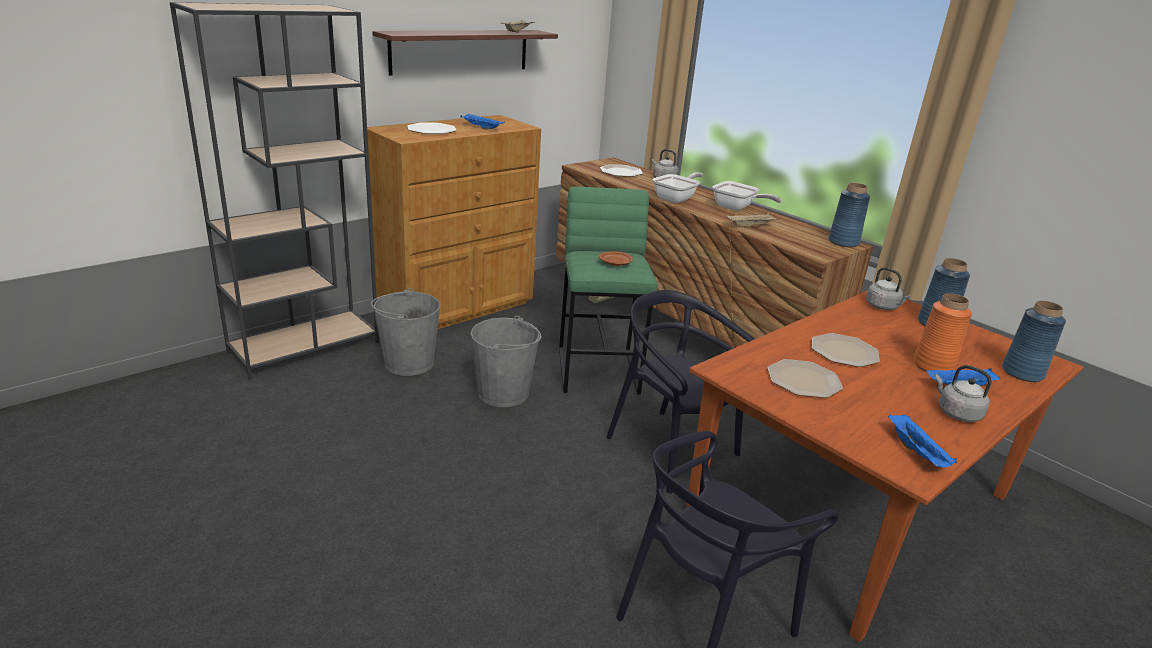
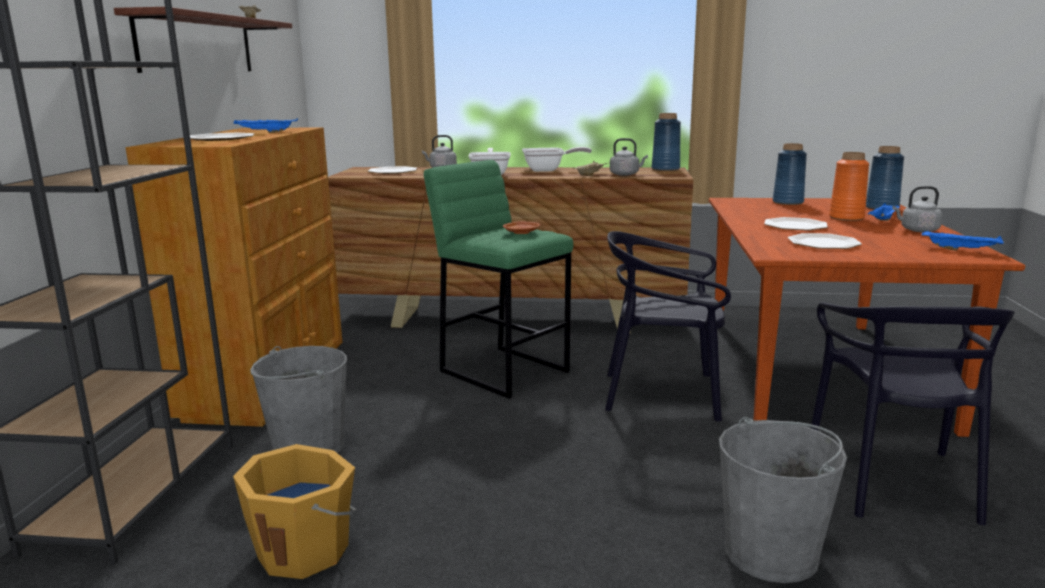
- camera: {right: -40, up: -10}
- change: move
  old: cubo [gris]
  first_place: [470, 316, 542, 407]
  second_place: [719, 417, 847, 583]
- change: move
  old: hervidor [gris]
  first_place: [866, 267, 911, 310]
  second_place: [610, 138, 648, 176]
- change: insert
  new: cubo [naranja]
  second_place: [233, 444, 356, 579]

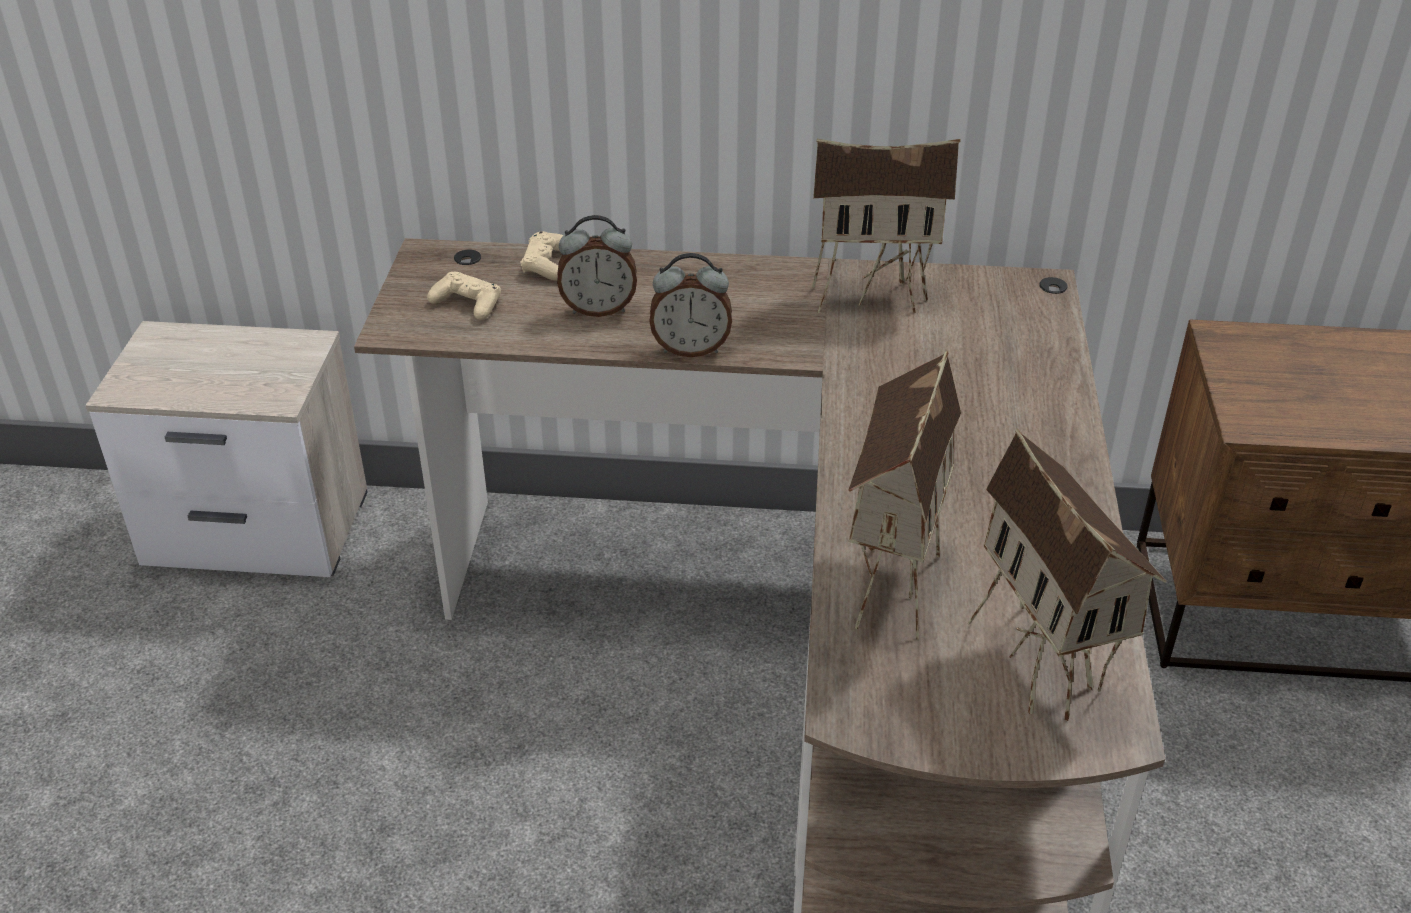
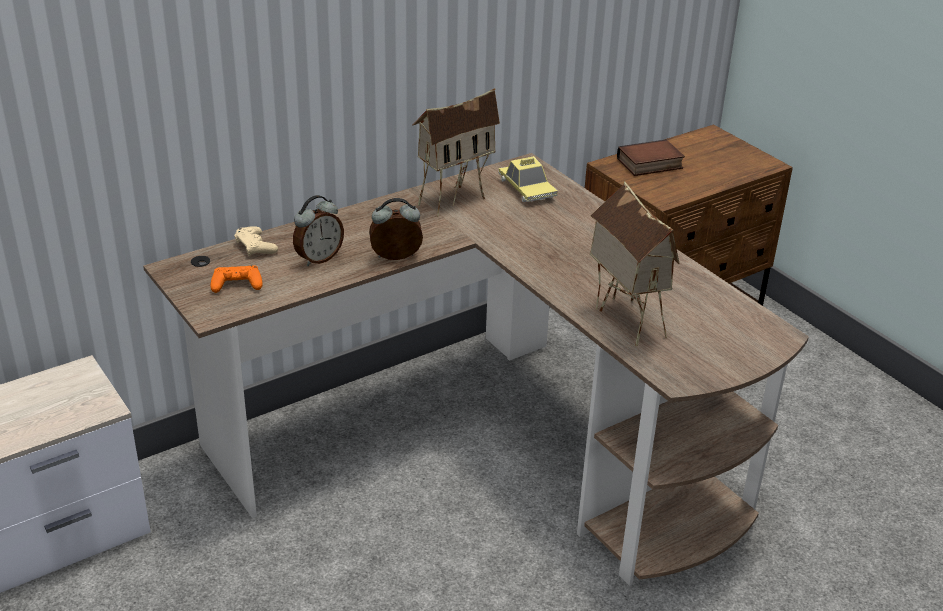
- camera: {right: -40, up: -5}
- change: recolor
  old: mando de consola [beis]
  new: mando de consola [naranja]
  first_place: [427, 272, 501, 320]
  second_place: [211, 265, 263, 293]
- change: rotate
  old: despertador
  first_place: [649, 253, 732, 357]
  second_place: [369, 198, 423, 260]
  degrees: -150
- change: delete
  old: casita
  first_place: [968, 428, 1167, 721]
- change: insert
  new: coche de juguete
  second_place: [499, 156, 558, 202]
- change: insert
  new: libro
  second_place: [617, 140, 685, 176]

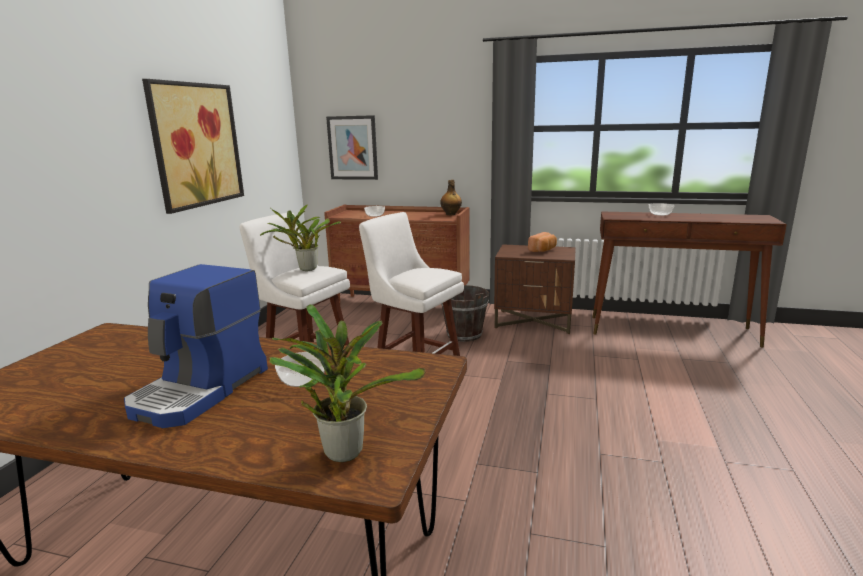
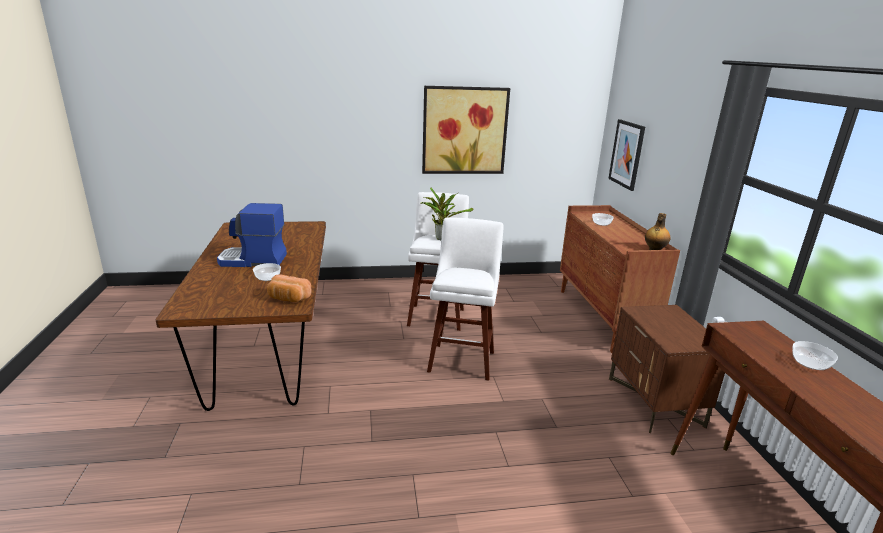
- camera: {right: 65, up: 5}
- change: delete
  old: planta en maceta
  first_place: [269, 304, 425, 462]
- change: delete
  old: cubo [marrón]
  first_place: [441, 285, 489, 342]
- change: move
  old: pan
  first_place: [528, 232, 557, 252]
  second_place: [267, 274, 312, 302]

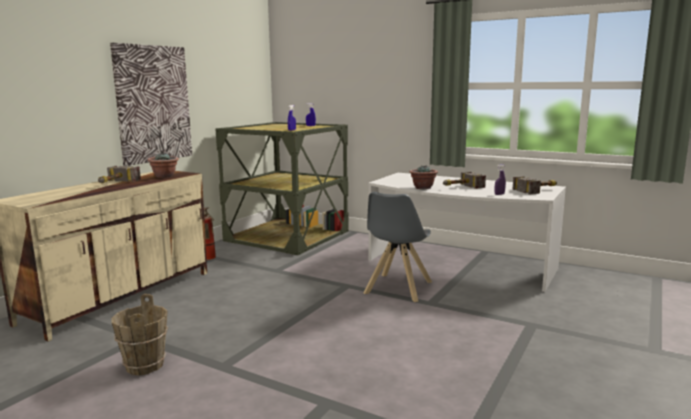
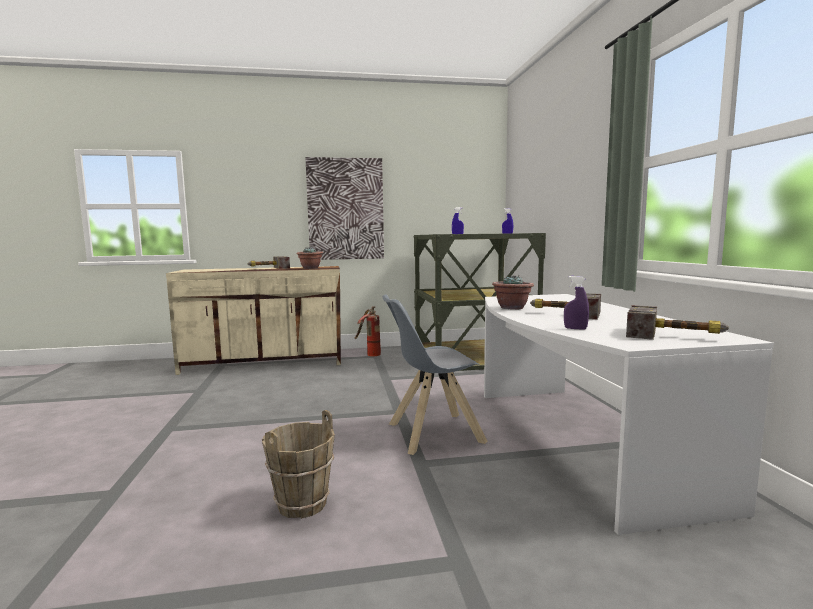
- camera: {right: 50, up: -5}
- change: move
  old: cubo [marrón]
  first_place: [111, 294, 168, 375]
  second_place: [262, 410, 335, 519]

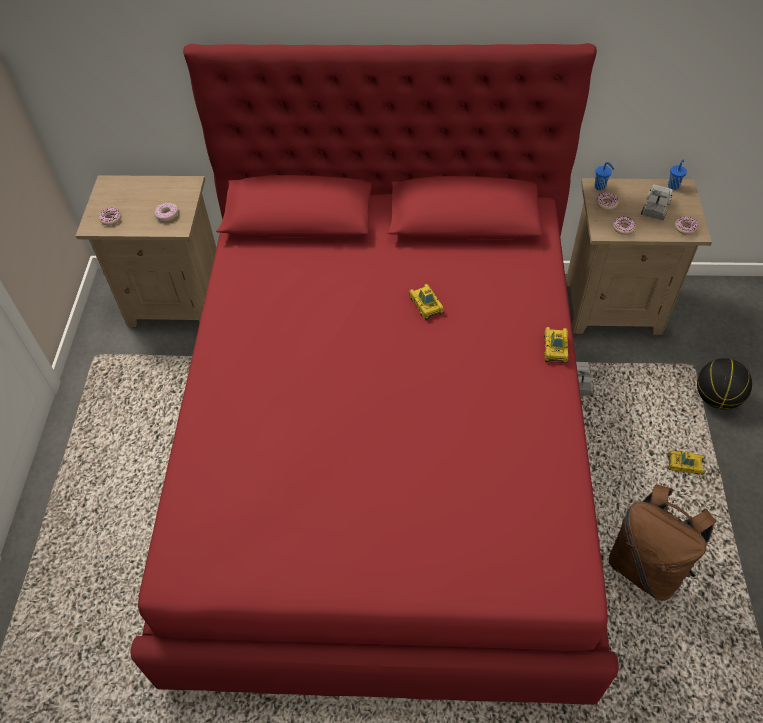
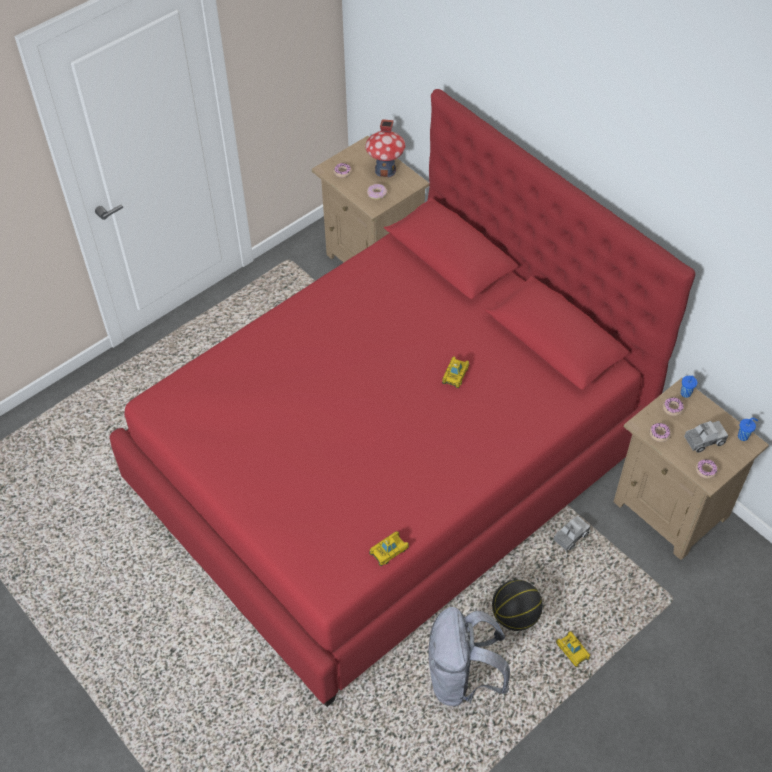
- camera: {right: 45, up: 0}
- change: move
  old: coche de juguete
  first_place: [544, 327, 569, 363]
  second_place: [369, 531, 409, 566]
- change: recolor
  old: mochila [marrón]
  new: mochila [gris]
  first_place: [608, 484, 716, 601]
  second_place: [429, 607, 510, 706]
- change: move
  old: balón de baloncesto
  first_place: [697, 358, 752, 410]
  second_place: [492, 580, 543, 631]
- change: insert
  new: casita
  second_place: [365, 119, 405, 178]

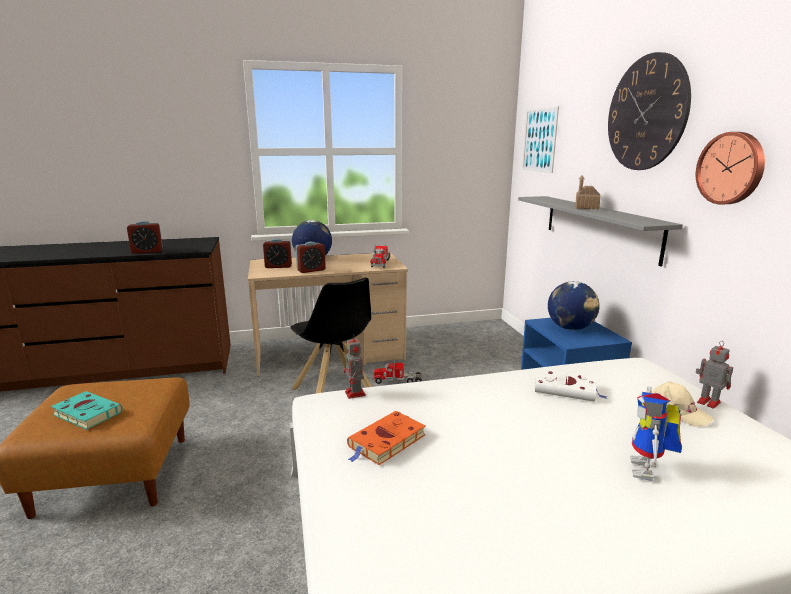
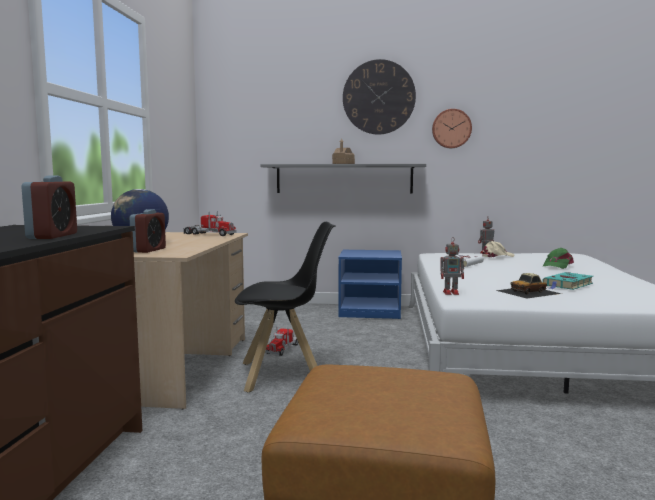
- camera: {right: -70, up: -10}
- change: move
  old: libro [turquesa]
  first_place: [51, 391, 123, 430]
  second_place: [542, 272, 593, 290]
- change: delete
  old: despertador
  first_place: [296, 242, 326, 273]
- change: replace
  old: libro [naranja]
  new: coche de juguete
  first_place: [347, 411, 426, 465]
  second_place: [496, 273, 562, 299]
- change: delete
  old: cuadro
  first_place: [522, 106, 559, 173]
- change: delete
  old: globo terráqueo
  first_place: [548, 281, 600, 330]
- change: replace
  old: robot de juguete
  new: gorra [verde]
  first_place: [630, 387, 682, 481]
  second_place: [543, 248, 574, 269]

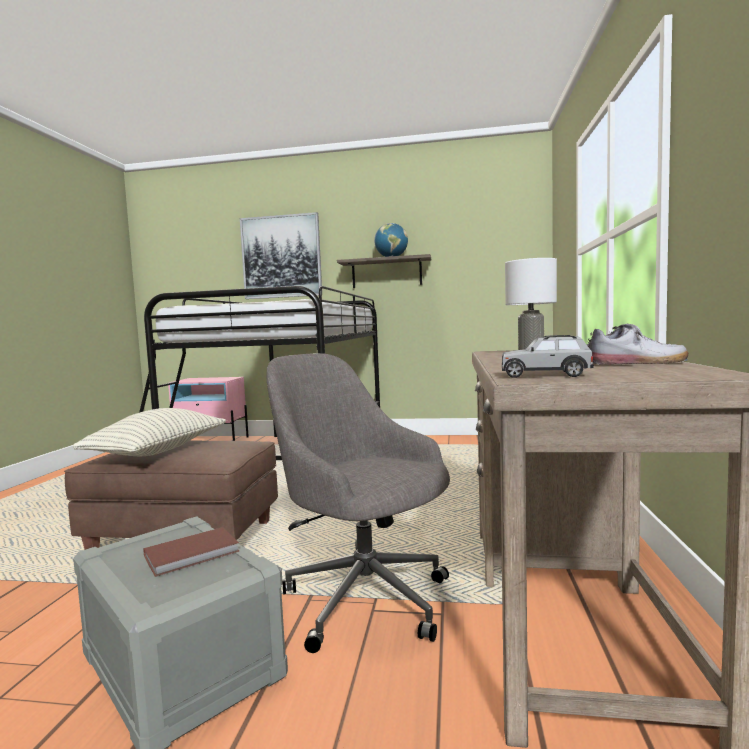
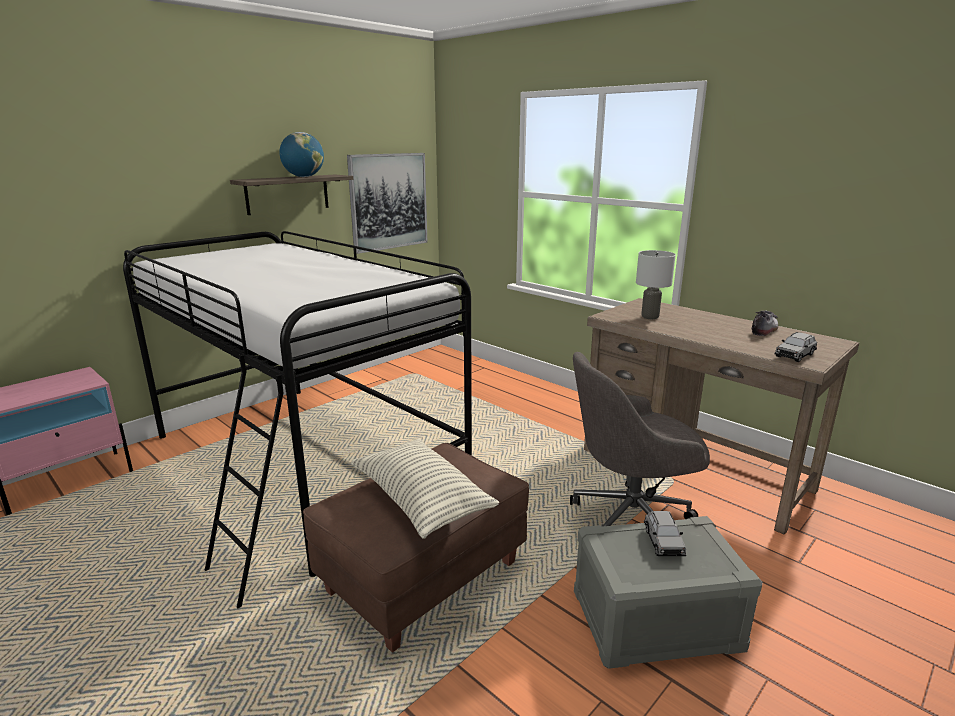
- camera: {right: -55, up: 15}
- change: replace
  old: libro [marrón]
  new: coche de juguete [gris]
  first_place: [143, 527, 239, 577]
  second_place: [644, 511, 686, 556]
- change: move
  old: cuadro
  first_place: [240, 212, 322, 299]
  second_place: [347, 153, 427, 254]

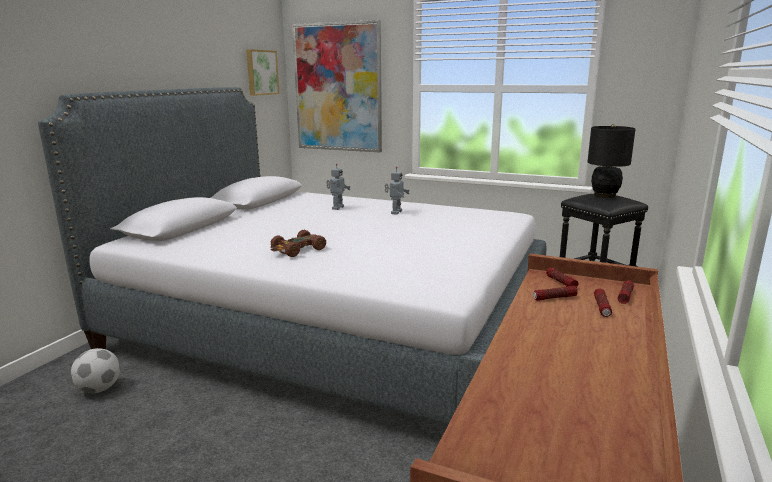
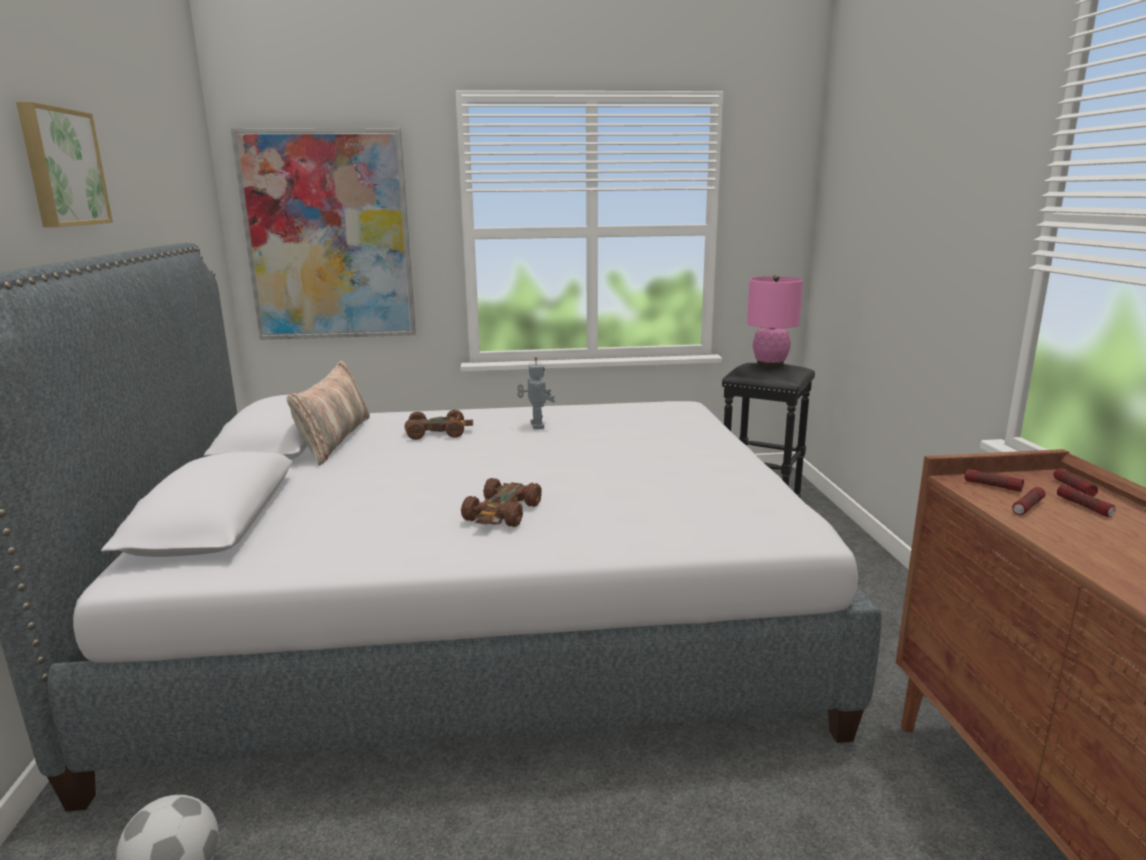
- camera: {right: -30, up: 0}
- change: move
  old: cuadro
  first_place: [246, 49, 279, 96]
  second_place: [16, 102, 113, 227]
- change: replace
  old: robot de juguete
  new: coche de juguete [marrón]
  first_place: [326, 164, 351, 210]
  second_place: [405, 410, 473, 440]
- change: recolor
  old: lámpara de mesa [negro]
  new: lámpara de mesa [rosa]
  first_place: [588, 124, 635, 198]
  second_place: [747, 275, 803, 368]
- change: insert
  new: cojín
  second_place: [286, 360, 370, 466]

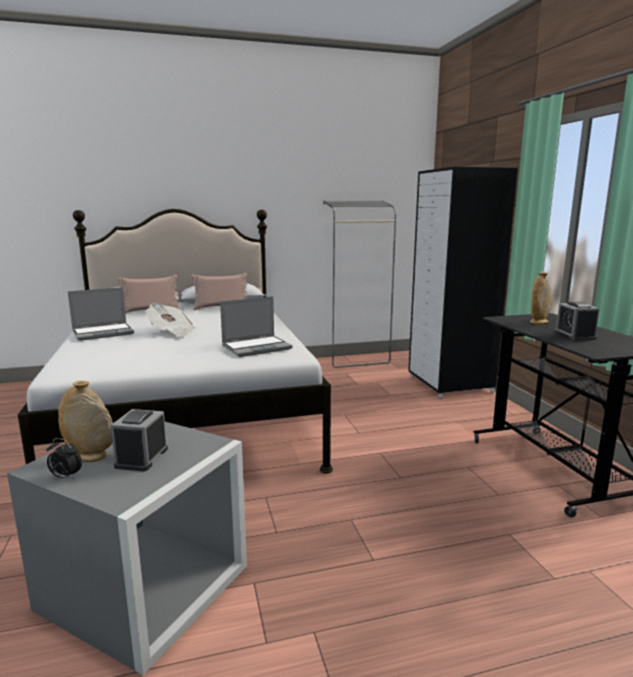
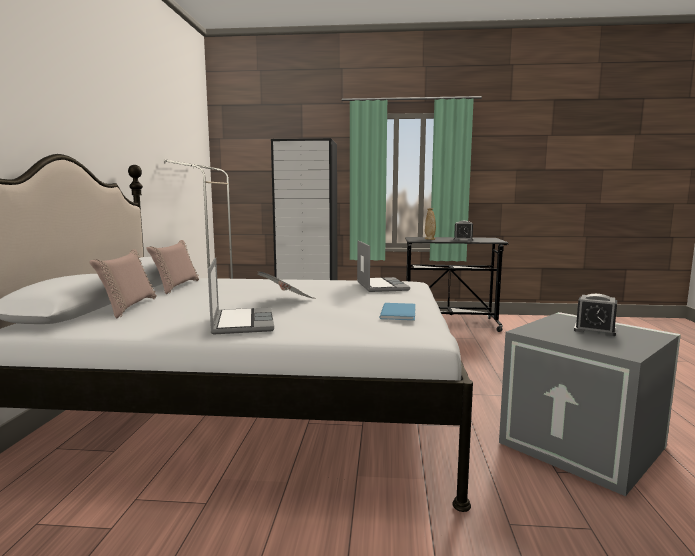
- camera: {right: -70, up: -5}
- change: delete
  old: despertador
  first_place: [46, 438, 82, 479]
- change: delete
  old: florero [beis]
  first_place: [58, 381, 113, 462]
- change: insert
  new: libro [azul]
  second_place: [380, 303, 416, 321]

